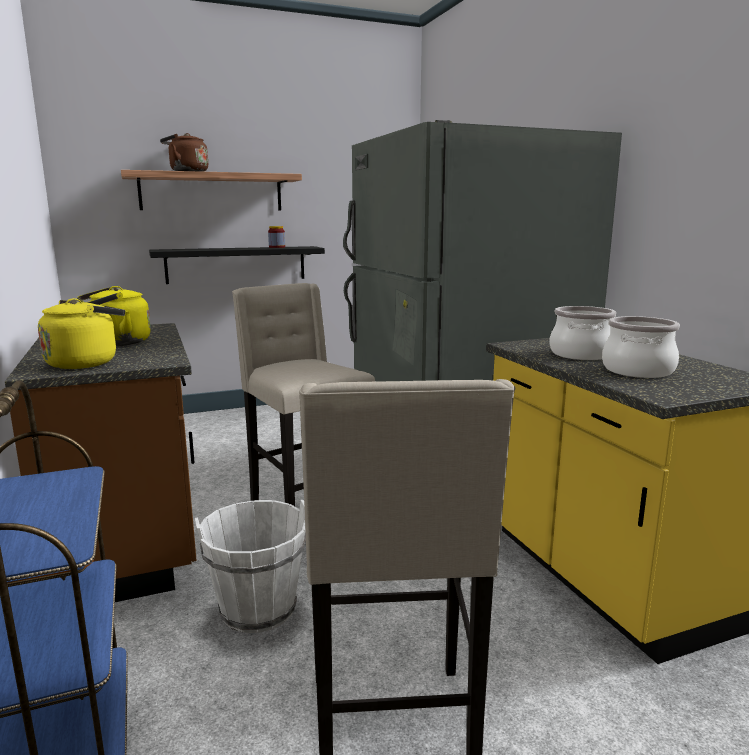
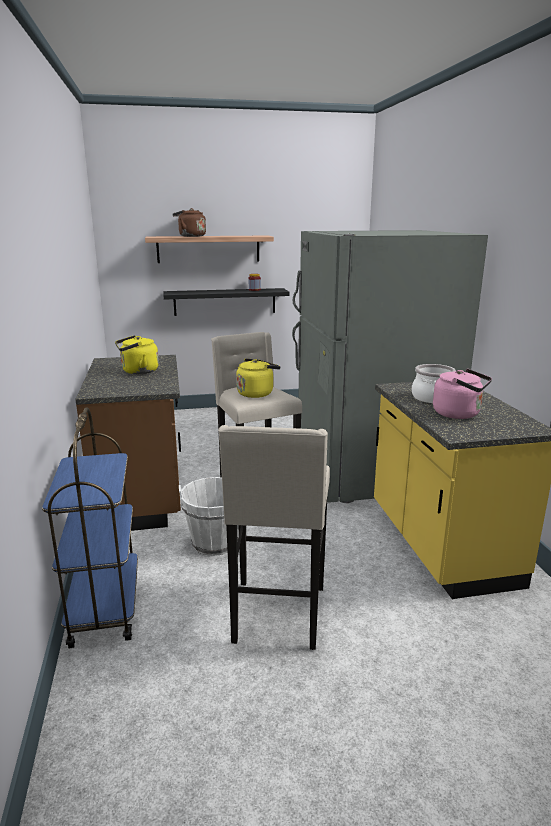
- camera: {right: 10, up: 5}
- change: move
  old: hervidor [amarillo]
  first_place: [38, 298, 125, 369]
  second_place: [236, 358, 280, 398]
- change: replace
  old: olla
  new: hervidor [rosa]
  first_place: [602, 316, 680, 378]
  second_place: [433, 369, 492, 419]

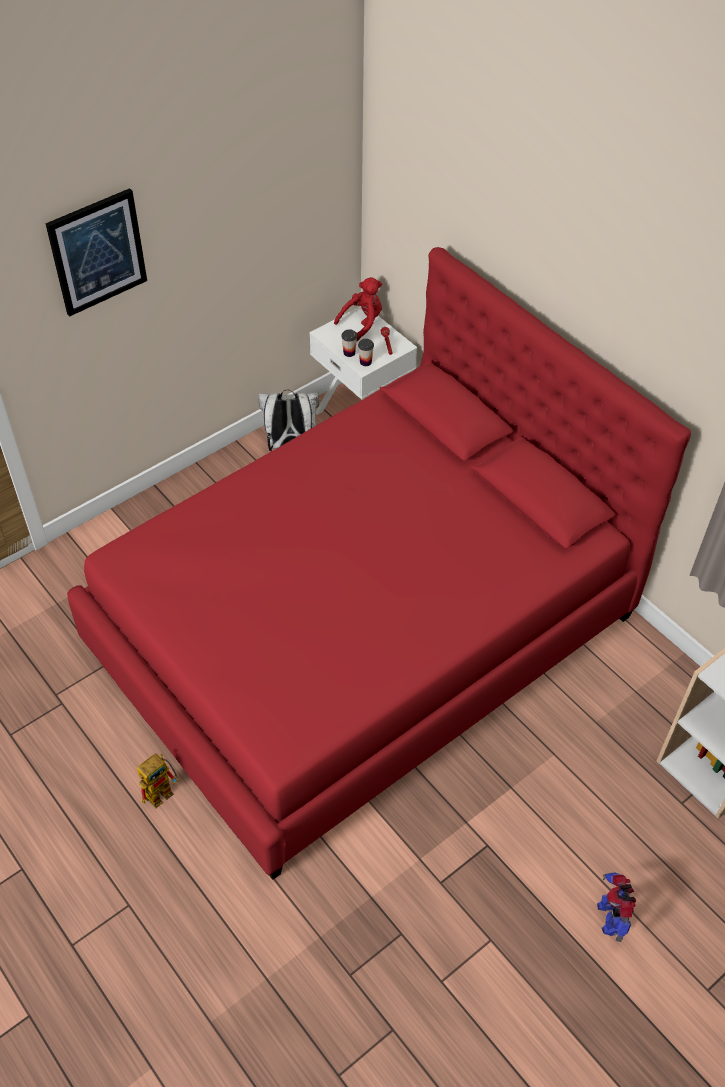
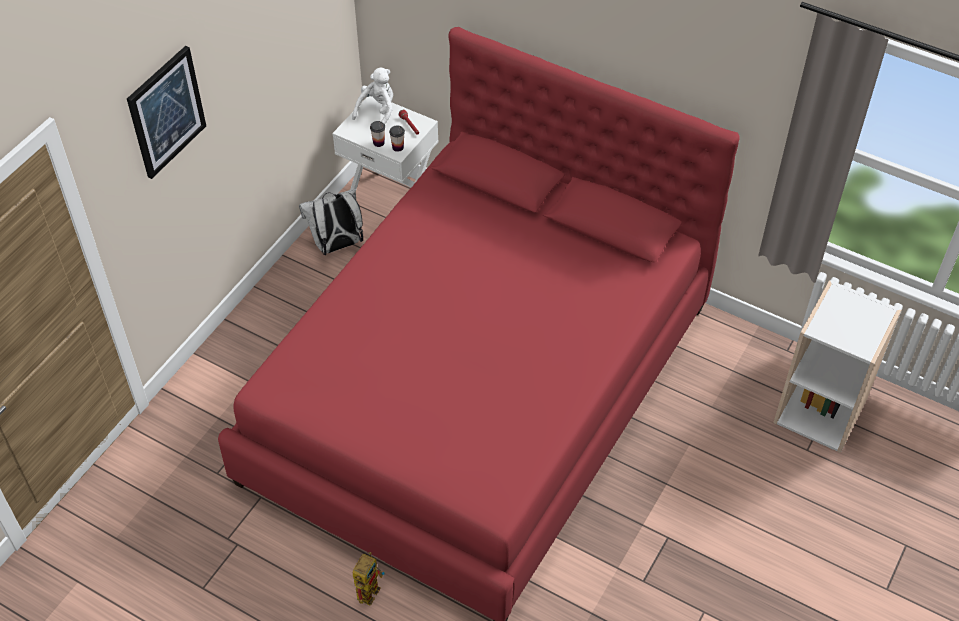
- camera: {right: -20, up: 0}
- change: recolor
  old: peluche [rojo]
  new: peluche [blanco]
  first_place: [334, 277, 382, 342]
  second_place: [352, 68, 393, 124]
- change: delete
  old: robot de juguete
  first_place: [597, 872, 636, 942]

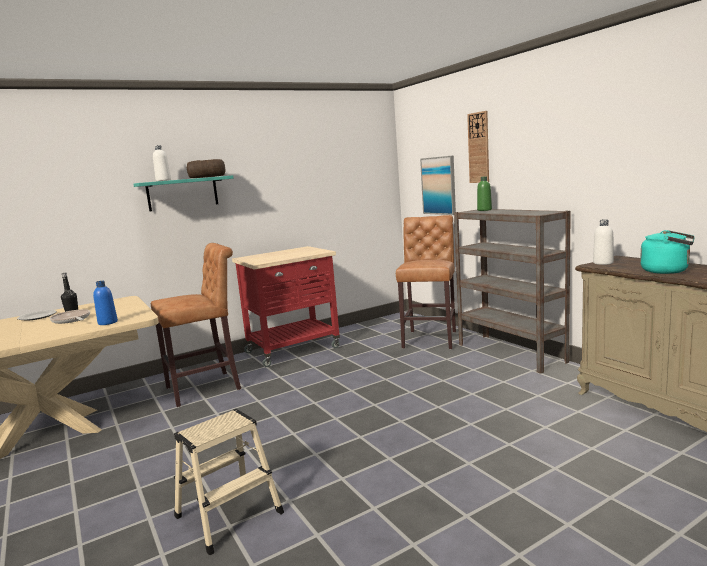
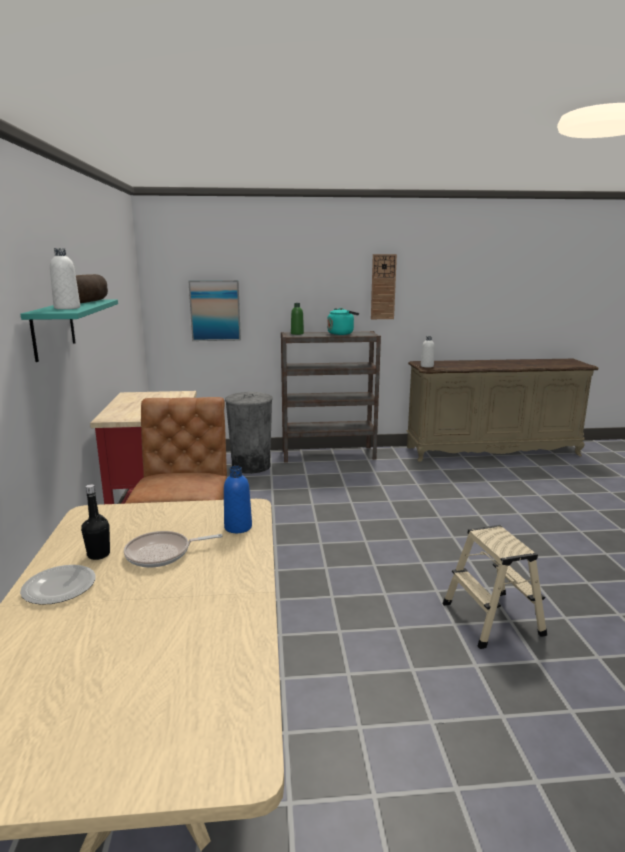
- camera: {right: -65, up: 5}
- change: replace
  old: taburete [marrón]
  new: papelera [gris]
  first_place: [396, 215, 456, 349]
  second_place: [225, 392, 273, 474]
- change: move
  old: reloj de pared
  first_place: [467, 111, 489, 183]
  second_place: [371, 254, 397, 319]
- change: move
  old: hervidor [turquesa]
  first_place: [640, 230, 695, 274]
  second_place: [327, 308, 359, 335]

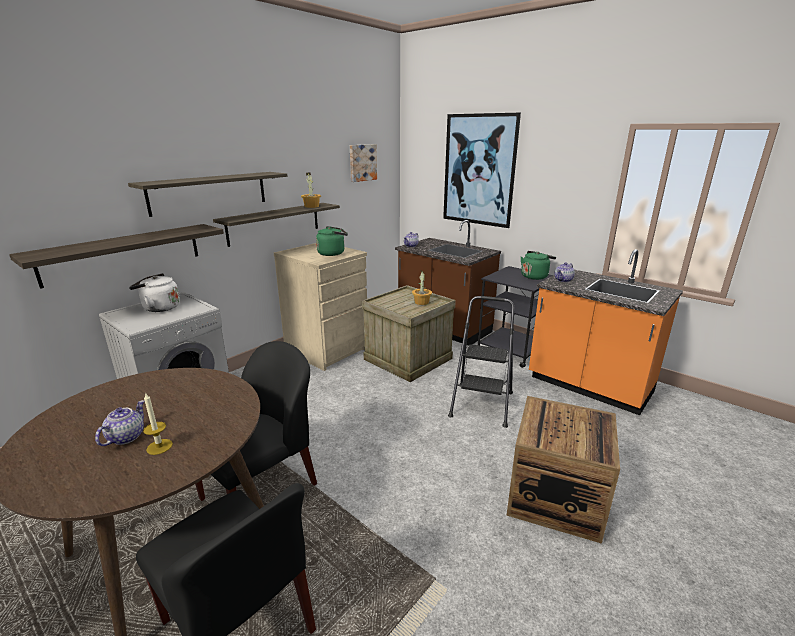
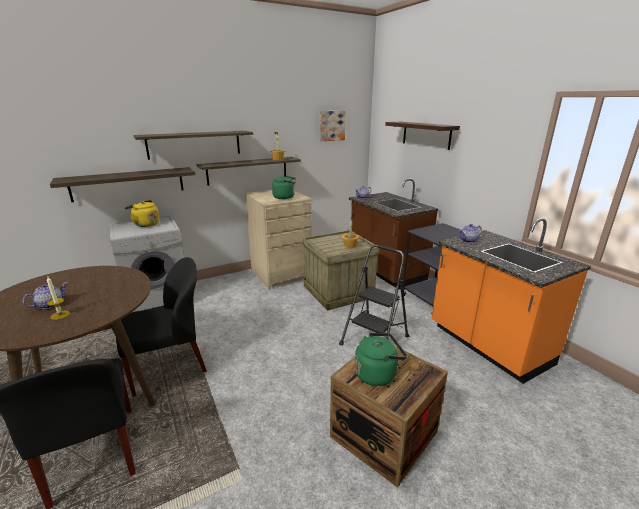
- camera: {right: 20, up: 0}
- change: recolor
  old: hervidor [blanco]
  new: hervidor [amarillo]
  first_place: [129, 273, 180, 312]
  second_place: [124, 200, 160, 227]
- change: replace
  old: cuadro
  new: estante
  first_place: [443, 113, 521, 228]
  second_place: [385, 122, 460, 150]
- change: move
  old: hervidor [verde]
  first_place: [521, 251, 556, 280]
  second_place: [355, 333, 407, 386]

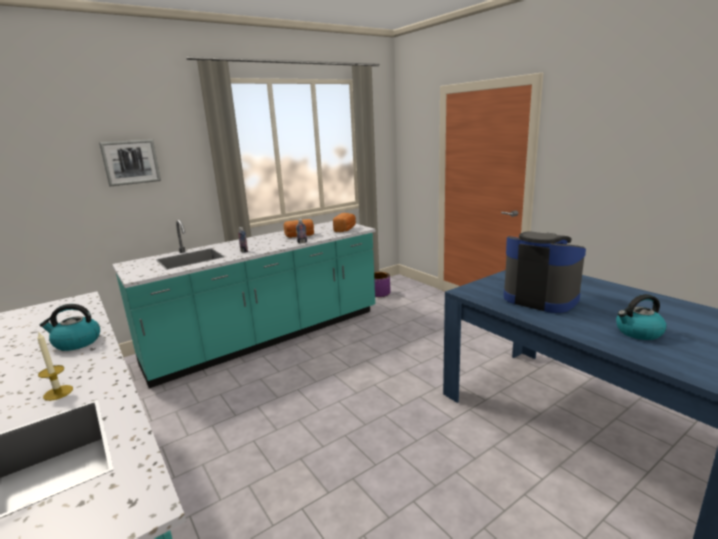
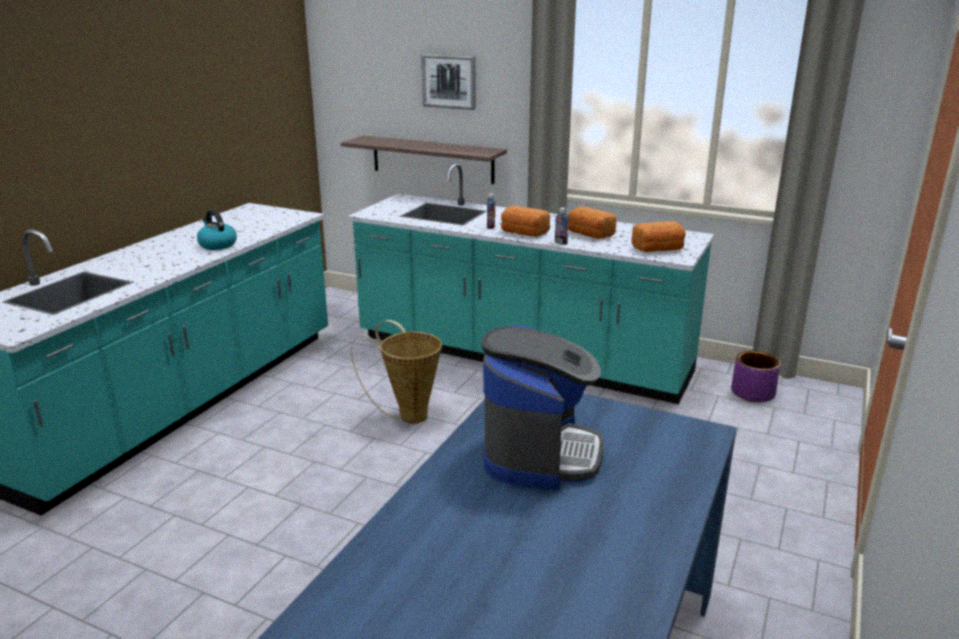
- camera: {right: 60, up: 5}
- change: delete
  old: vela
  first_place: [37, 331, 73, 401]
- change: delete
  old: hervidor
  first_place: [616, 294, 667, 340]
- change: insert
  new: estante
  second_place: [341, 136, 507, 184]
- change: insert
  new: cesta
  second_place: [351, 320, 442, 424]
- change: insert
  new: pan
  second_place: [501, 206, 550, 237]

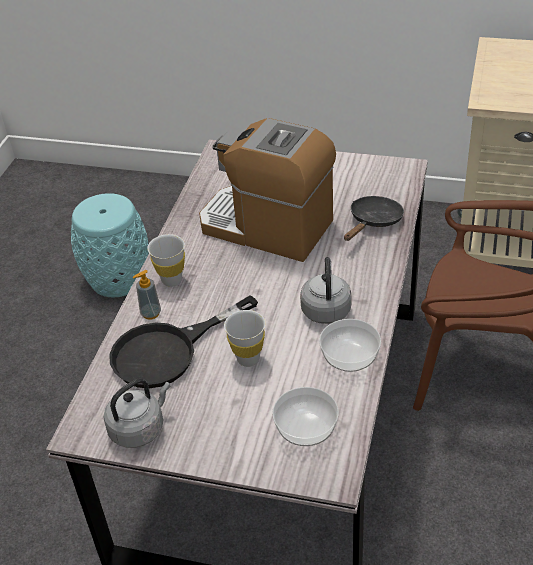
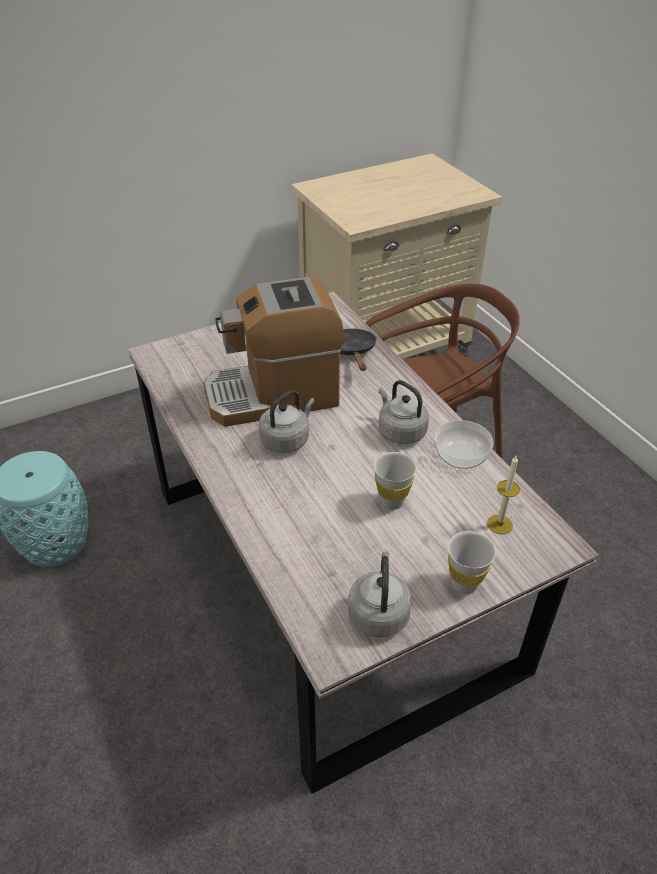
- camera: {right: -45, up: 0}
- change: delete
  old: sartén [negro]
  first_place: [109, 295, 258, 388]
- change: delete
  old: dispensador de jabón
  first_place: [133, 270, 161, 320]
- change: move
  old: taza [blanco]
  first_place: [147, 234, 185, 287]
  second_place: [448, 531, 496, 594]
- change: replace
  old: cuenco
  new: vela
  first_place: [272, 387, 339, 446]
  second_place: [487, 456, 520, 534]
- change: insert
  new: hervidor [gris]
  second_place: [259, 390, 315, 453]

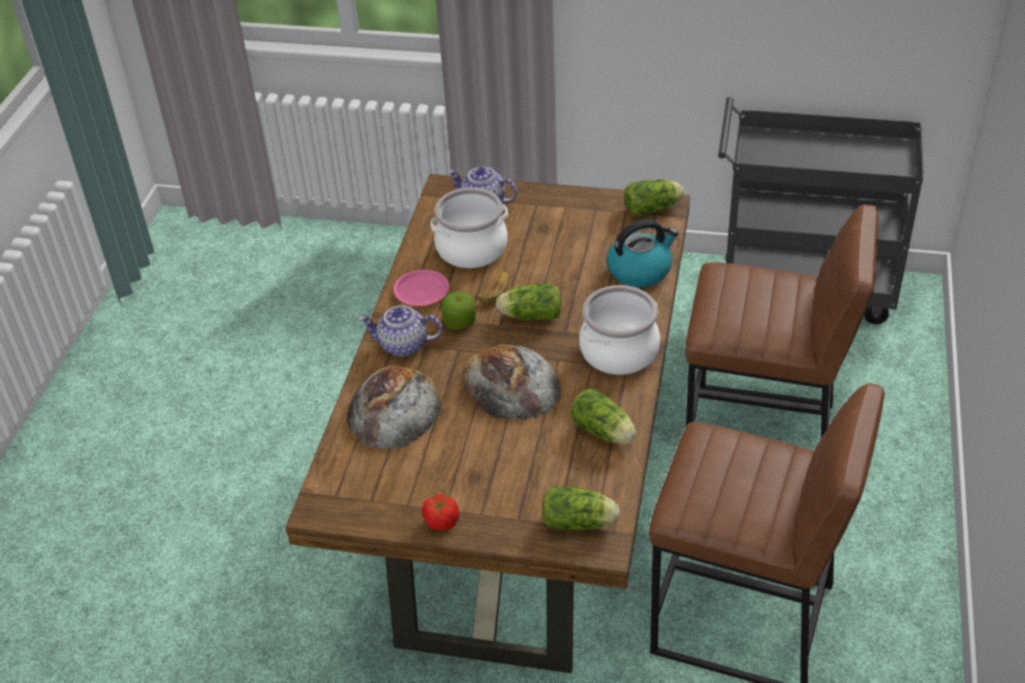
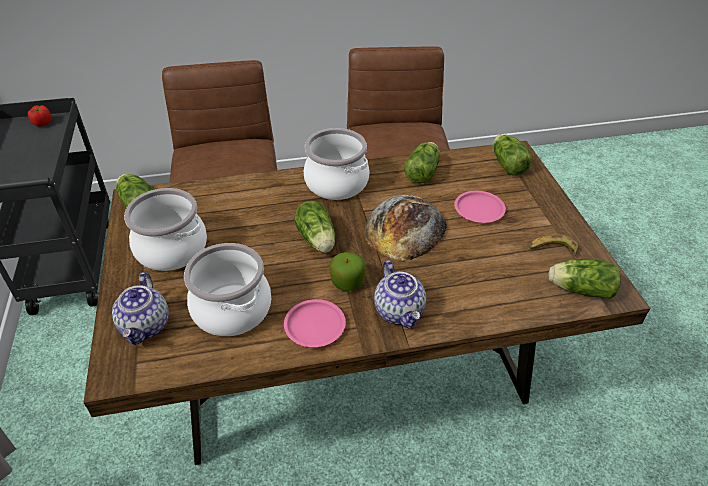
- camera: {right: -115, up: 0}
- change: delete
  old: pan
  first_place: [346, 366, 442, 450]
- change: move
  old: tomate
  first_place: [422, 494, 459, 530]
  second_place: [28, 105, 51, 127]
- change: move
  old: plátano
  first_place: [475, 272, 509, 304]
  second_place: [530, 234, 579, 256]
- change: delete
  old: hervidor
  first_place: [607, 219, 679, 287]
- change: insert
  new: olla
  second_place: [124, 188, 207, 271]
- change: insert
  new: plato [rosa]
  second_place: [454, 191, 506, 223]
- change: insert
  new: lechuga
  second_place: [548, 259, 621, 299]

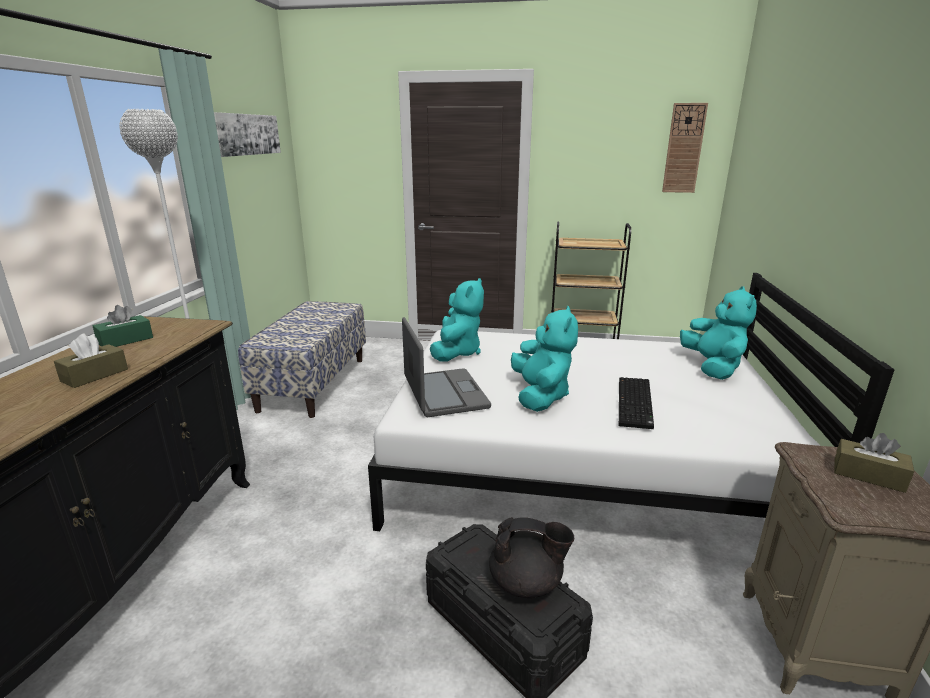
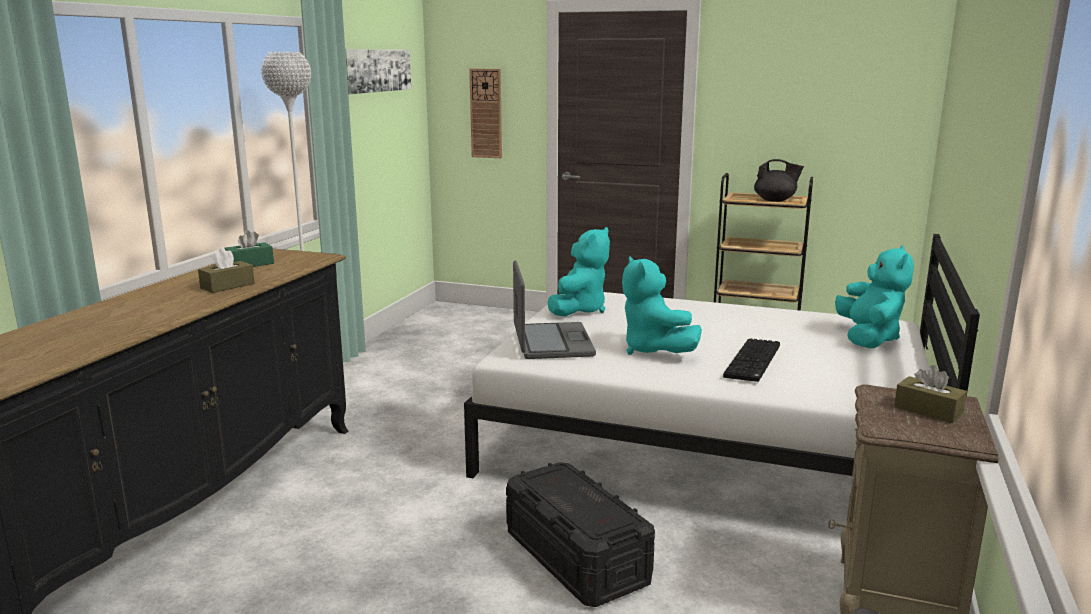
- camera: {right: 10, up: -5}
- change: delete
  old: banco
  first_place: [238, 301, 366, 418]
- change: move
  old: tetera [negro]
  first_place: [489, 517, 574, 598]
  second_place: [754, 159, 804, 202]
- change: rotate
  old: peluche [turquesa]
  first_place: [511, 306, 578, 412]
  second_place: [622, 256, 702, 355]
  degrees: 150
- change: move
  old: reloj de pared
  first_place: [662, 103, 708, 193]
  second_place: [469, 69, 502, 158]

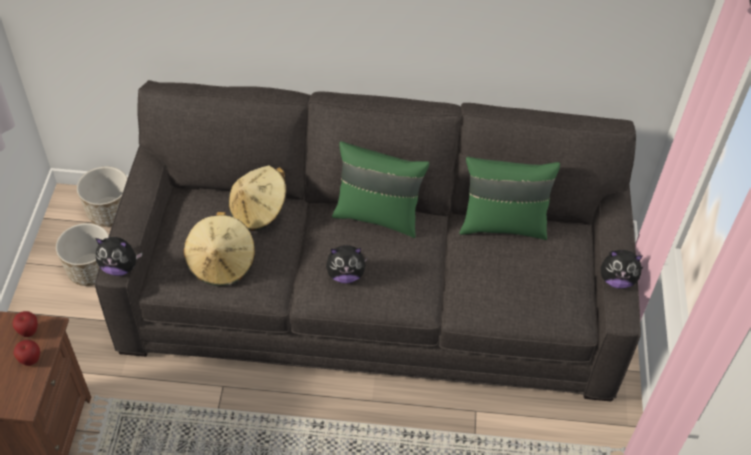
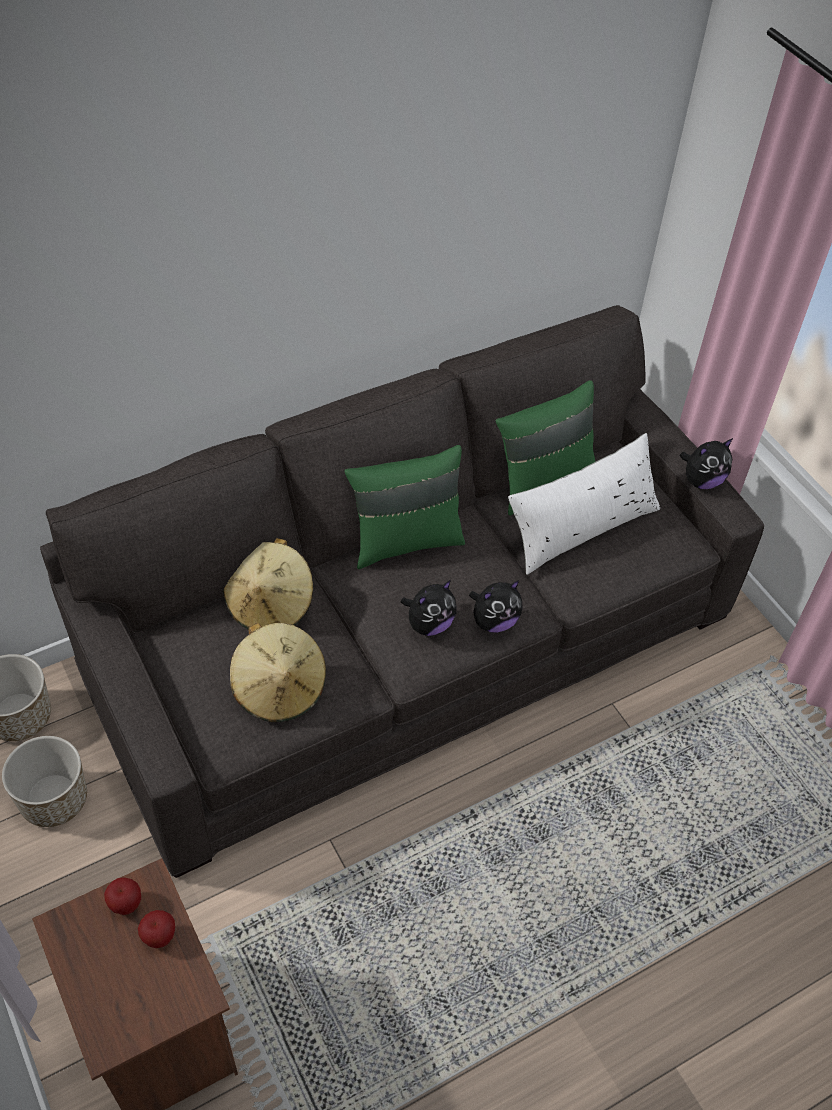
- camera: {right: -35, up: 0}
- change: move
  old: peluche
  first_place: [96, 237, 142, 276]
  second_place: [469, 580, 523, 633]
- change: insert
  new: cojín [blanco]
  second_place: [508, 433, 660, 575]

